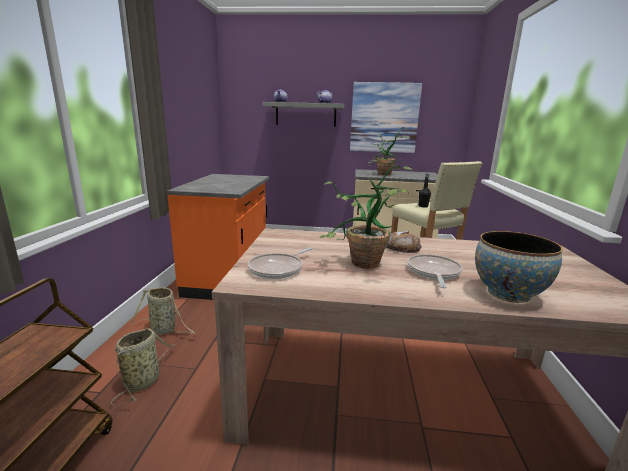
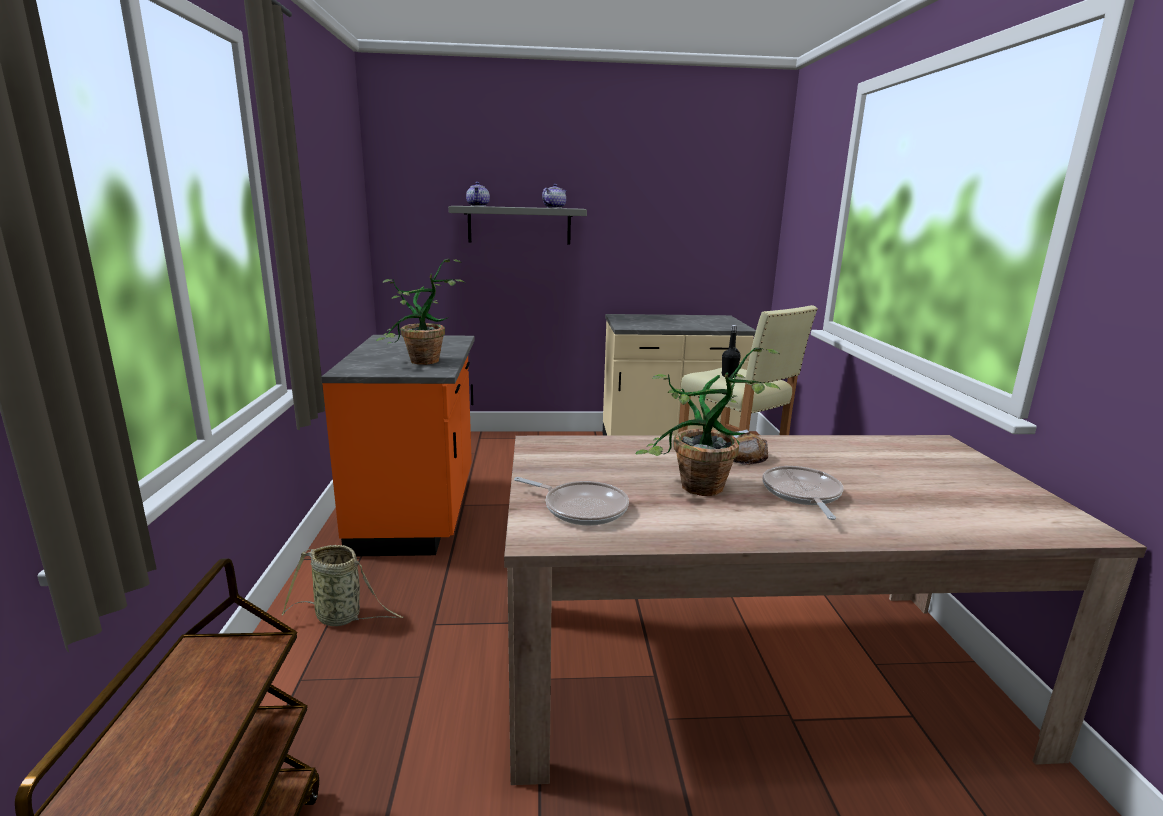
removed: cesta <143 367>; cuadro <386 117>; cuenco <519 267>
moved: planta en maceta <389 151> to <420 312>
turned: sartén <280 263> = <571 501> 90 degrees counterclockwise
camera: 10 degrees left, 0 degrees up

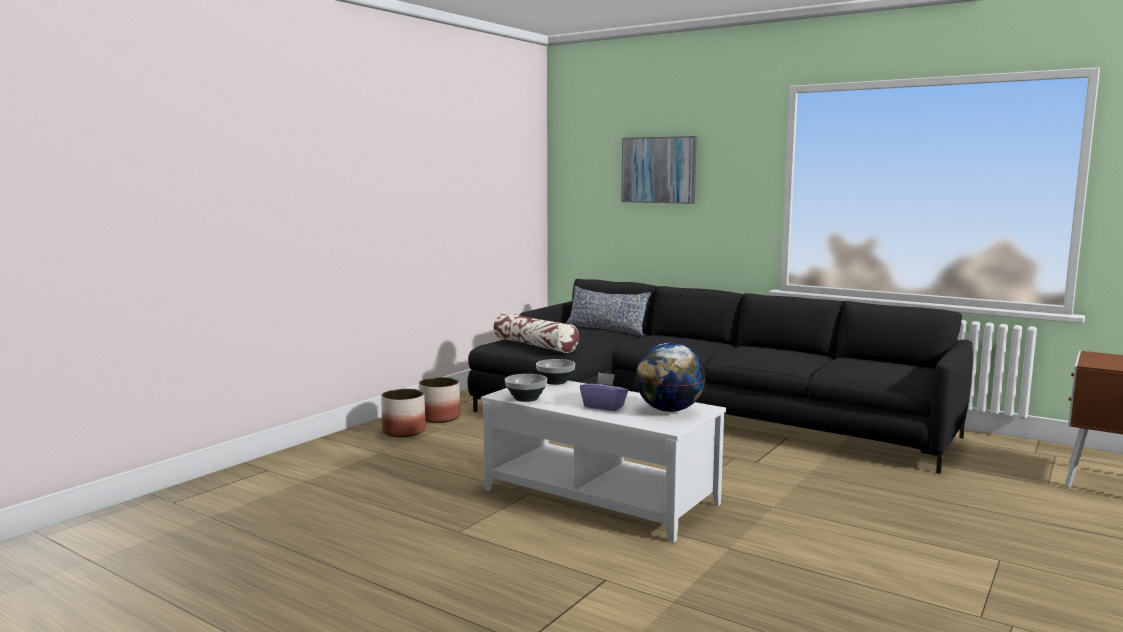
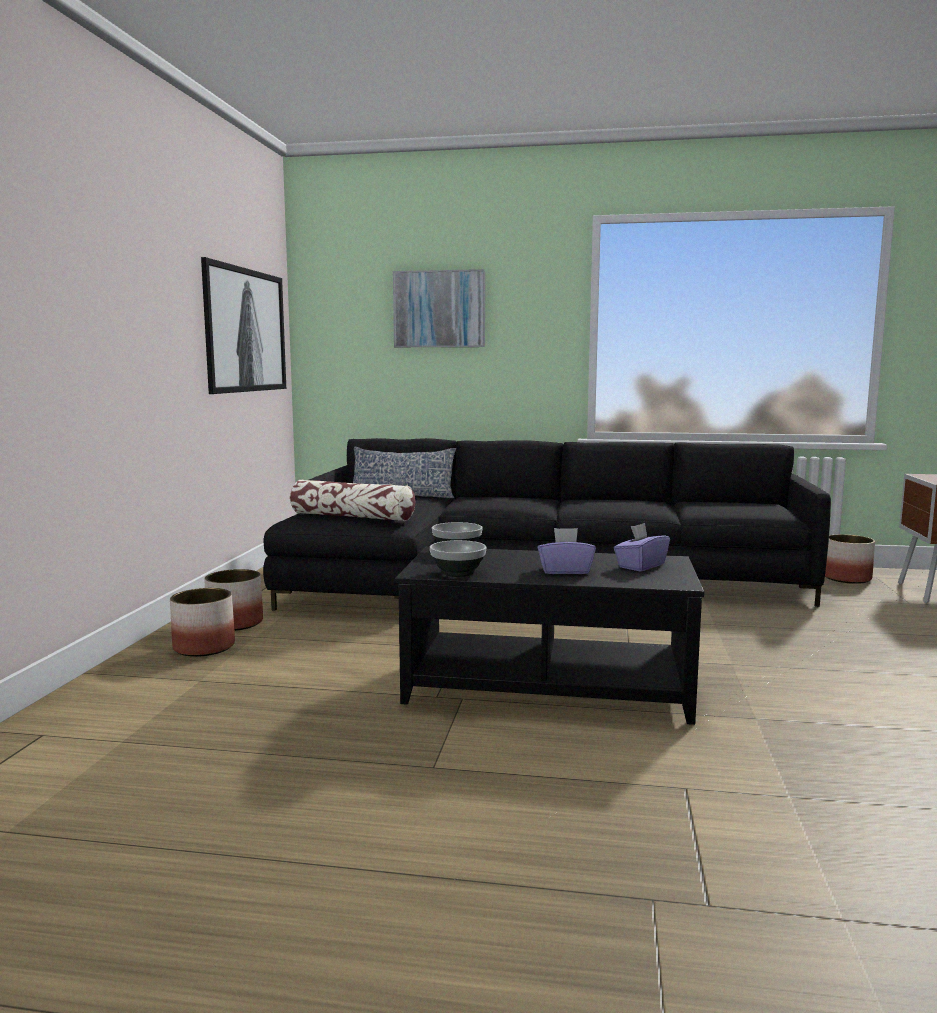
added: cuadro <243 325>; maceta <850 559>
replaced: globo terráqueo <670 377> to caja de pañuelos [morado] <642 547>
recoloured: mesa de centro [blanco] <603 461> to mesa de centro [negro] <549 636>
camera: 25 degrees left, 0 degrees up

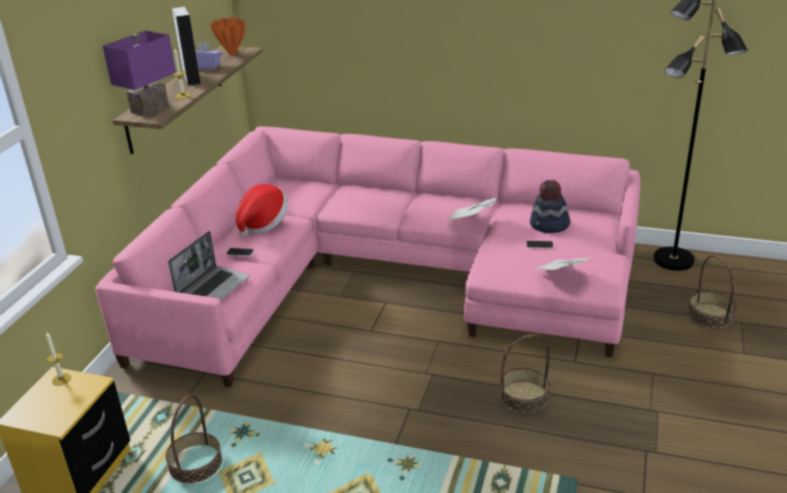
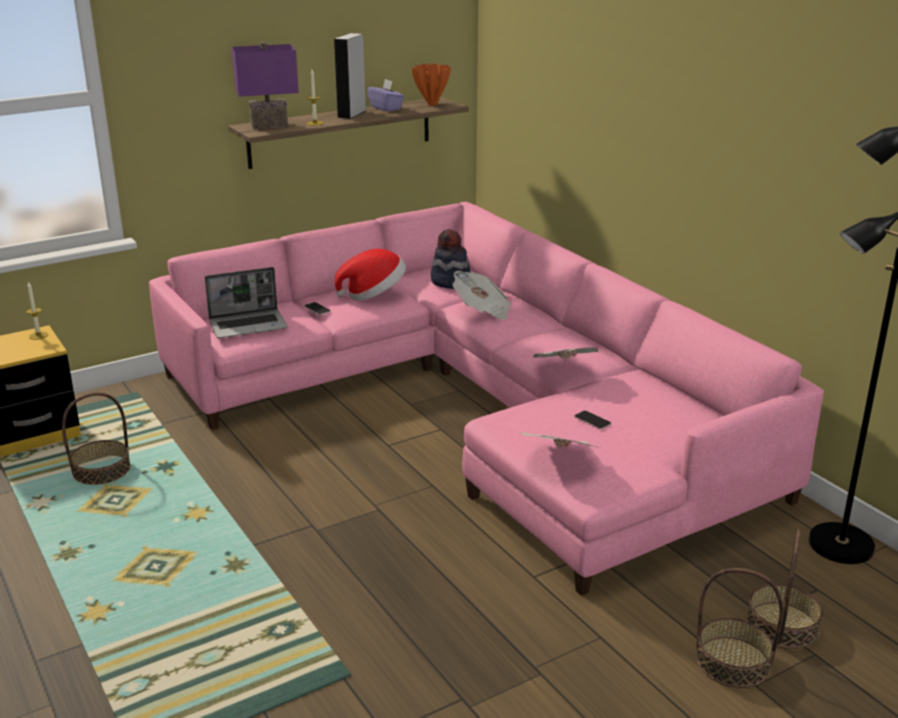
added: periódico <482 295>
moved: cesta <524 374> to <740 628>; sombrero <550 206> to <451 259>
camera: 40 degrees right, 5 degrees down

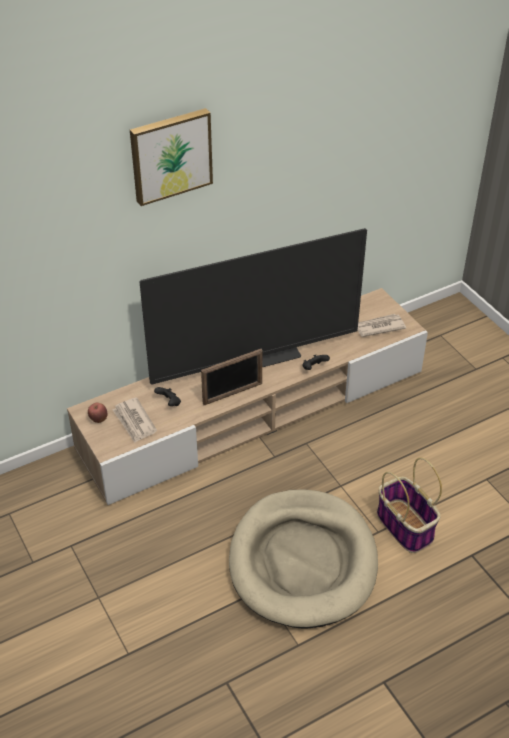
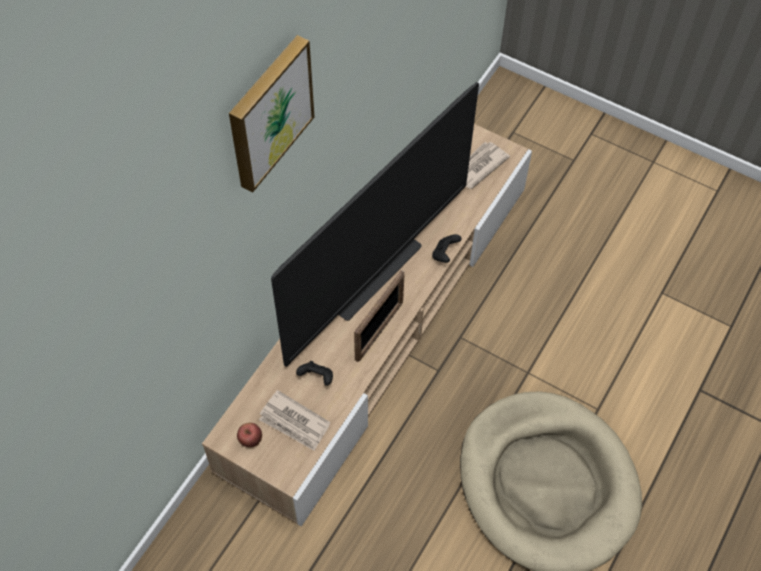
removed: cesta <409 505>
camera: 30 degrees left, 15 degrees up

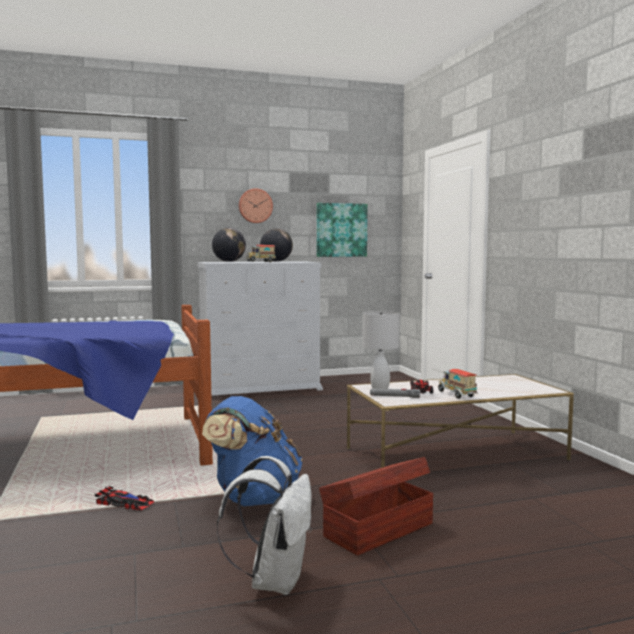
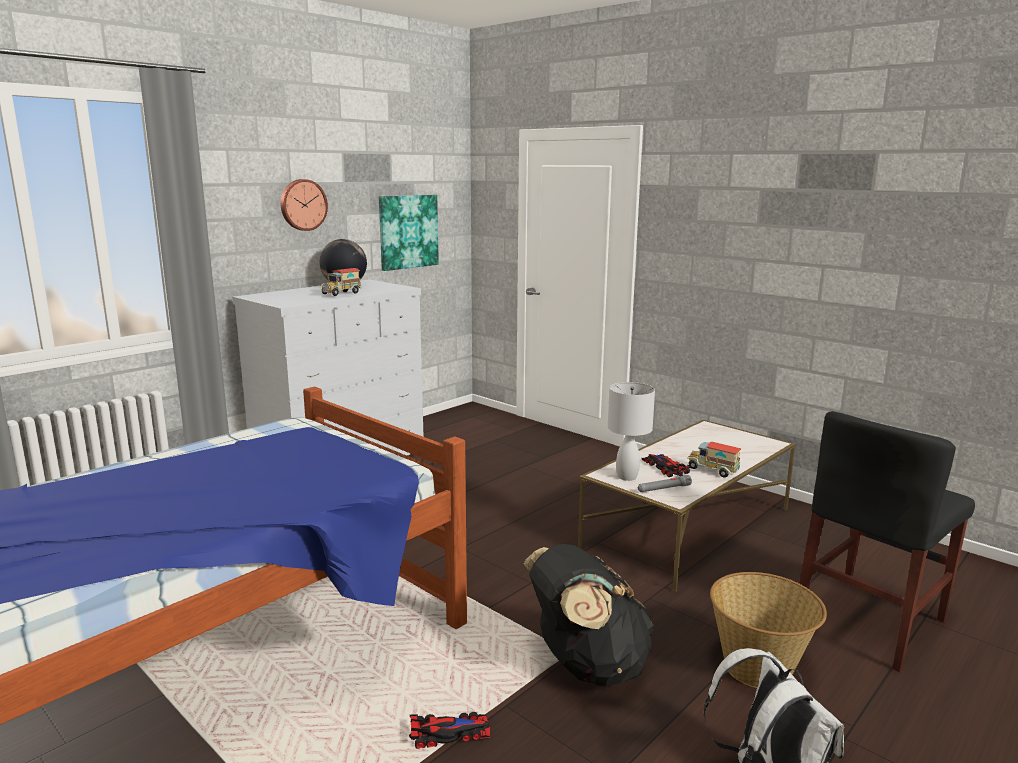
removed: globo terráqueo <229 245>
added: silla [negro] <887 541>
replaced: caja de almacenaje [marrón] <376 506> to cesta <768 630>
recoloured: mochila [azul] <252 451> to mochila [negro] <589 615>
camera: 30 degrees left, 10 degrees up

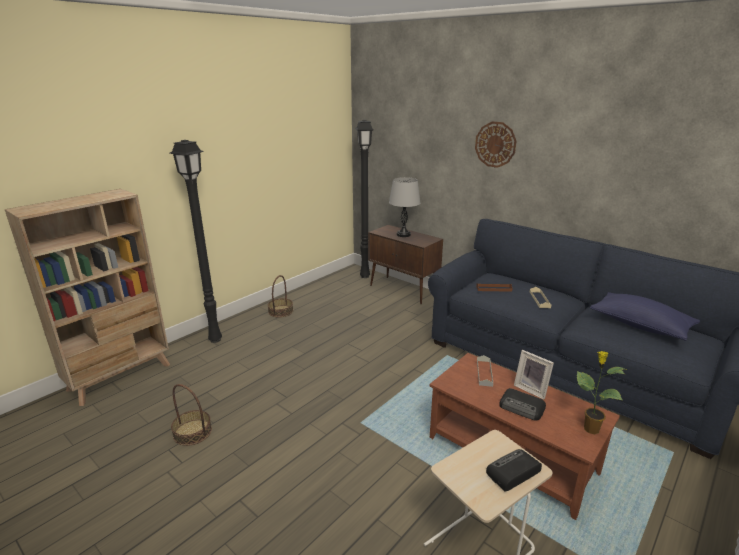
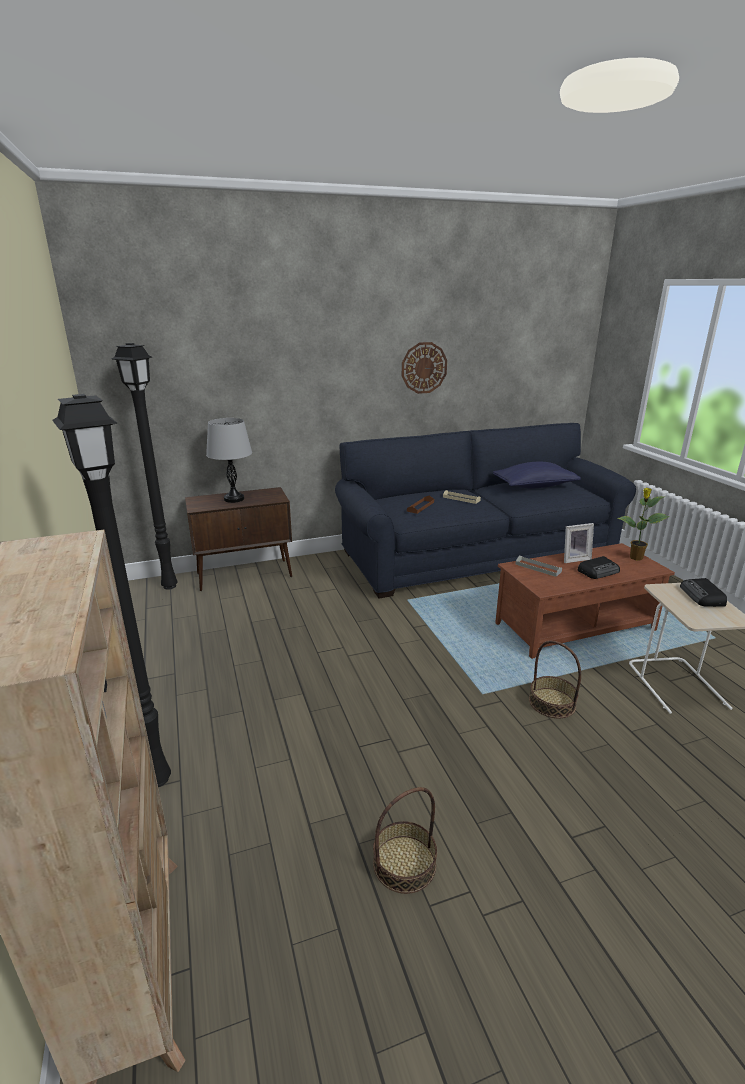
moved: cesta <280 296> to <555 679>; reloj de pared <496 144> to <424 368>
camera: 60 degrees left, 0 degrees up

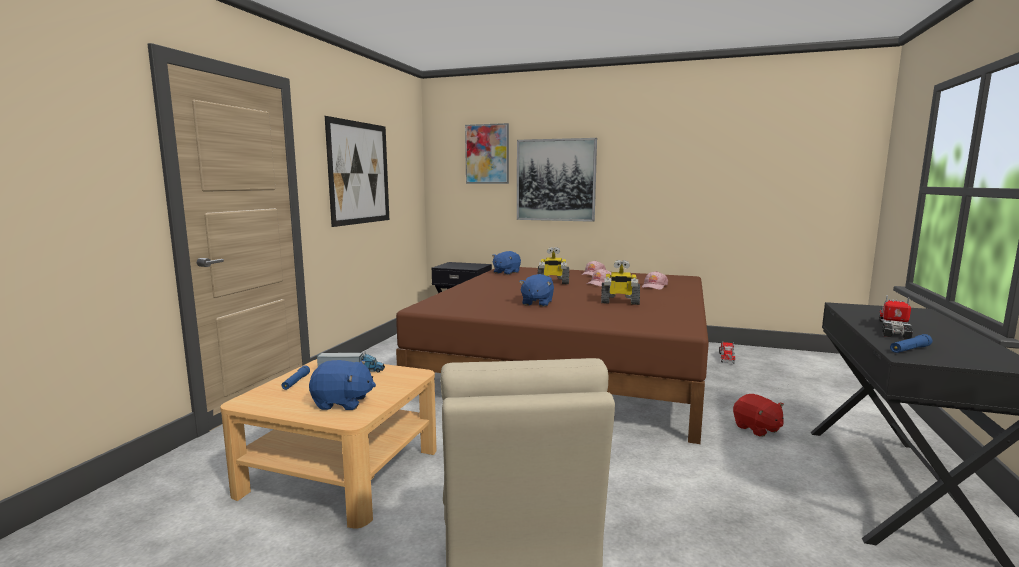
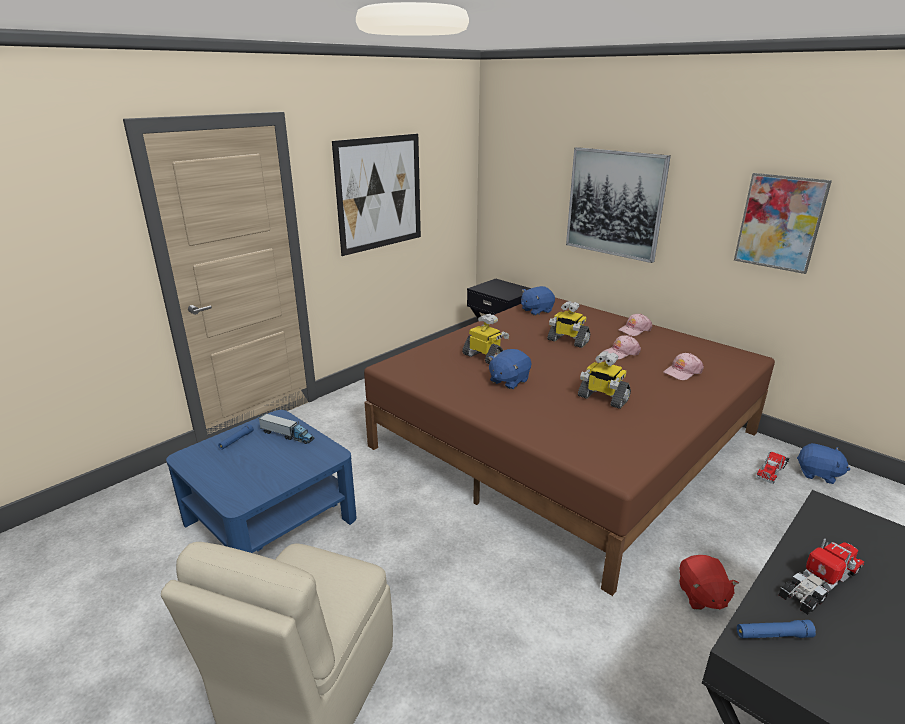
added: robot de juguete <485 339>
moved: peluche [azul] <342 385> to <823 463>; cuadro <487 153> to <783 223>
recoloured: mesa de centro [beis] <328 443> to mesa de centro [azul] <261 481>
camera: 25 degrees right, 15 degrees up

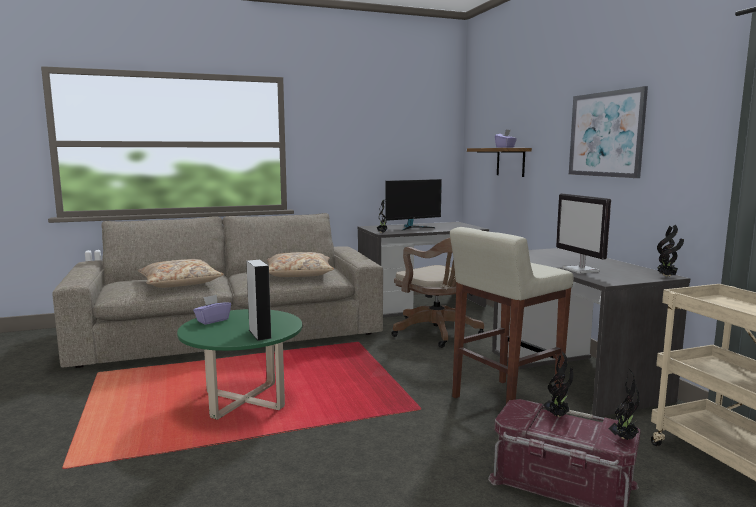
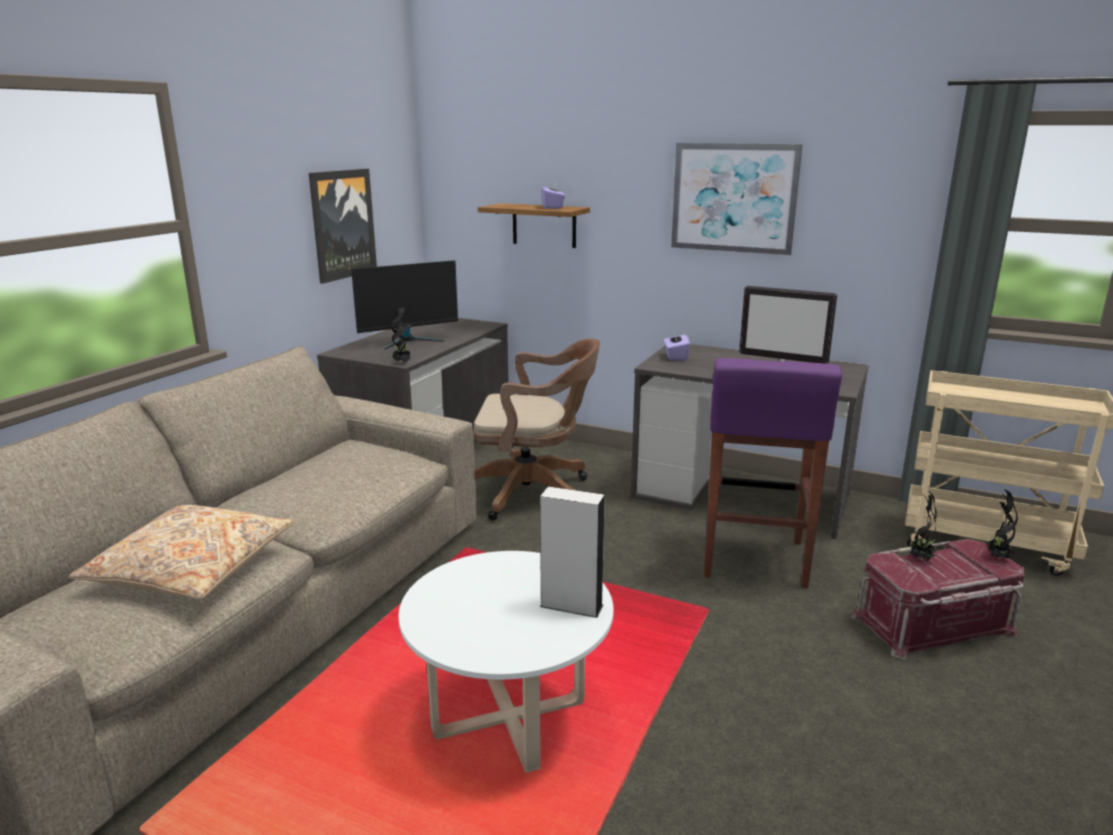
removed: cojín [beis] <300 264>; planta en maceta <670 251>
added: cuadro <343 226>
moved: caja de pañuelos [morado] <212 310> to <677 345>
recoloured: mesa de centro [verde] <239 364> to mesa de centro [blanco] <506 662>; taburete [beis] <511 315> to taburete [morado] <773 473>
turned: monitor <413 205> = <404 304> 45 degrees clockwise
camera: 45 degrees left, 10 degrees up

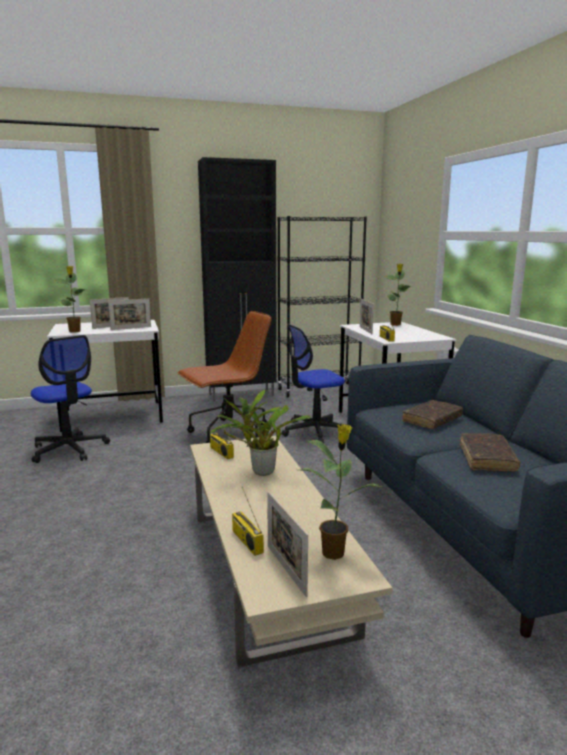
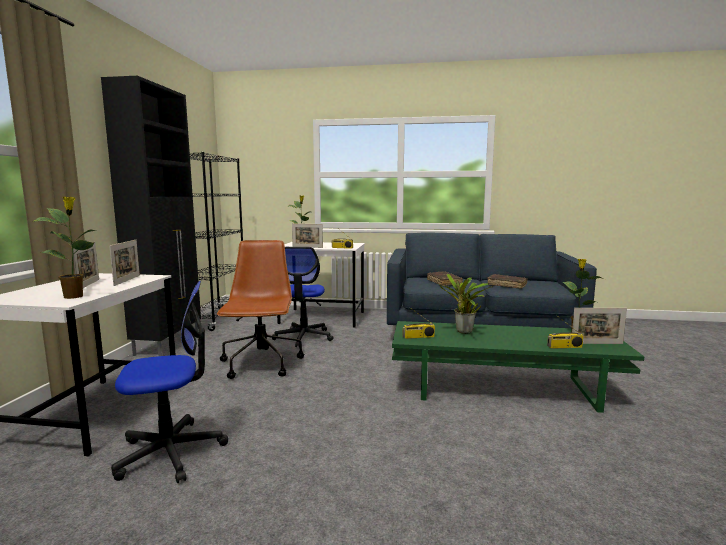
recoloured: mesa de centro [beis] <291 551> to mesa de centro [verde] <518 367>
camera: 65 degrees left, 5 degrees down

